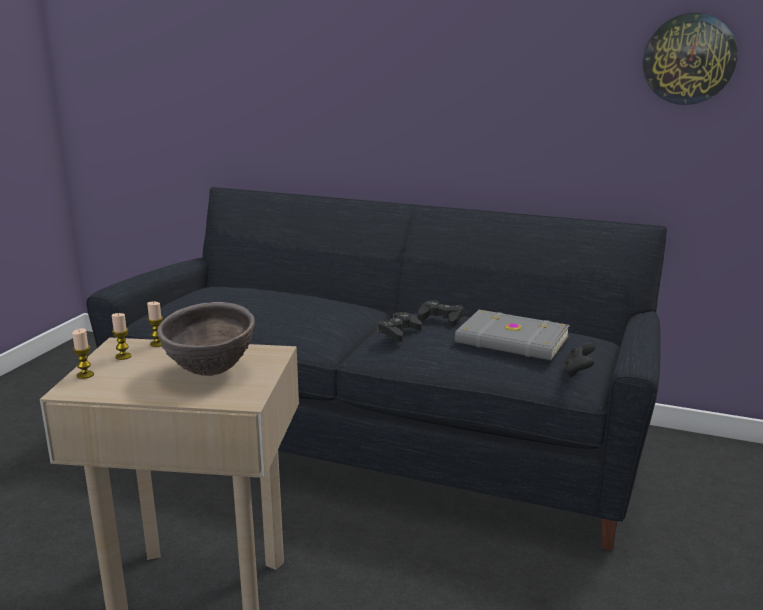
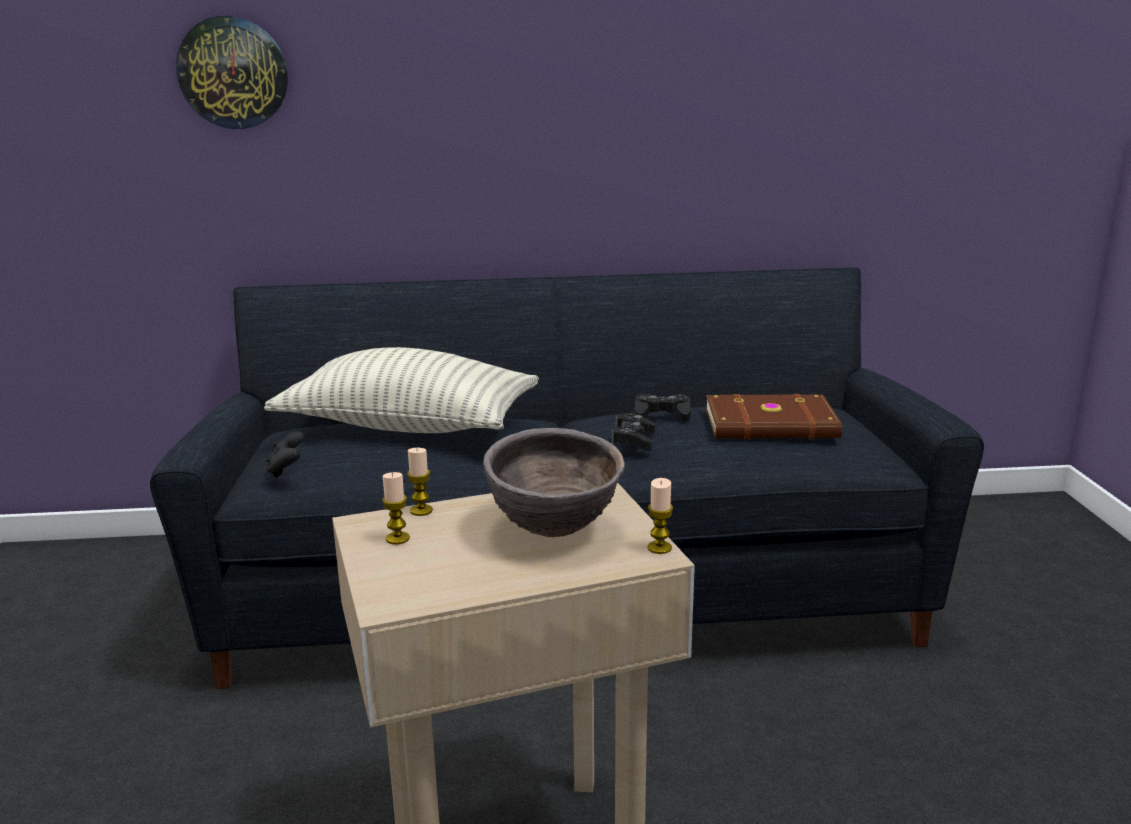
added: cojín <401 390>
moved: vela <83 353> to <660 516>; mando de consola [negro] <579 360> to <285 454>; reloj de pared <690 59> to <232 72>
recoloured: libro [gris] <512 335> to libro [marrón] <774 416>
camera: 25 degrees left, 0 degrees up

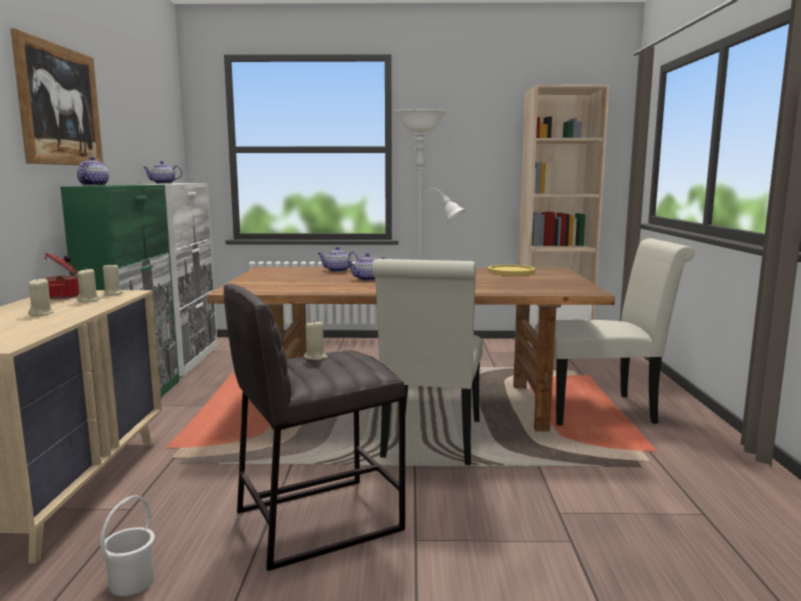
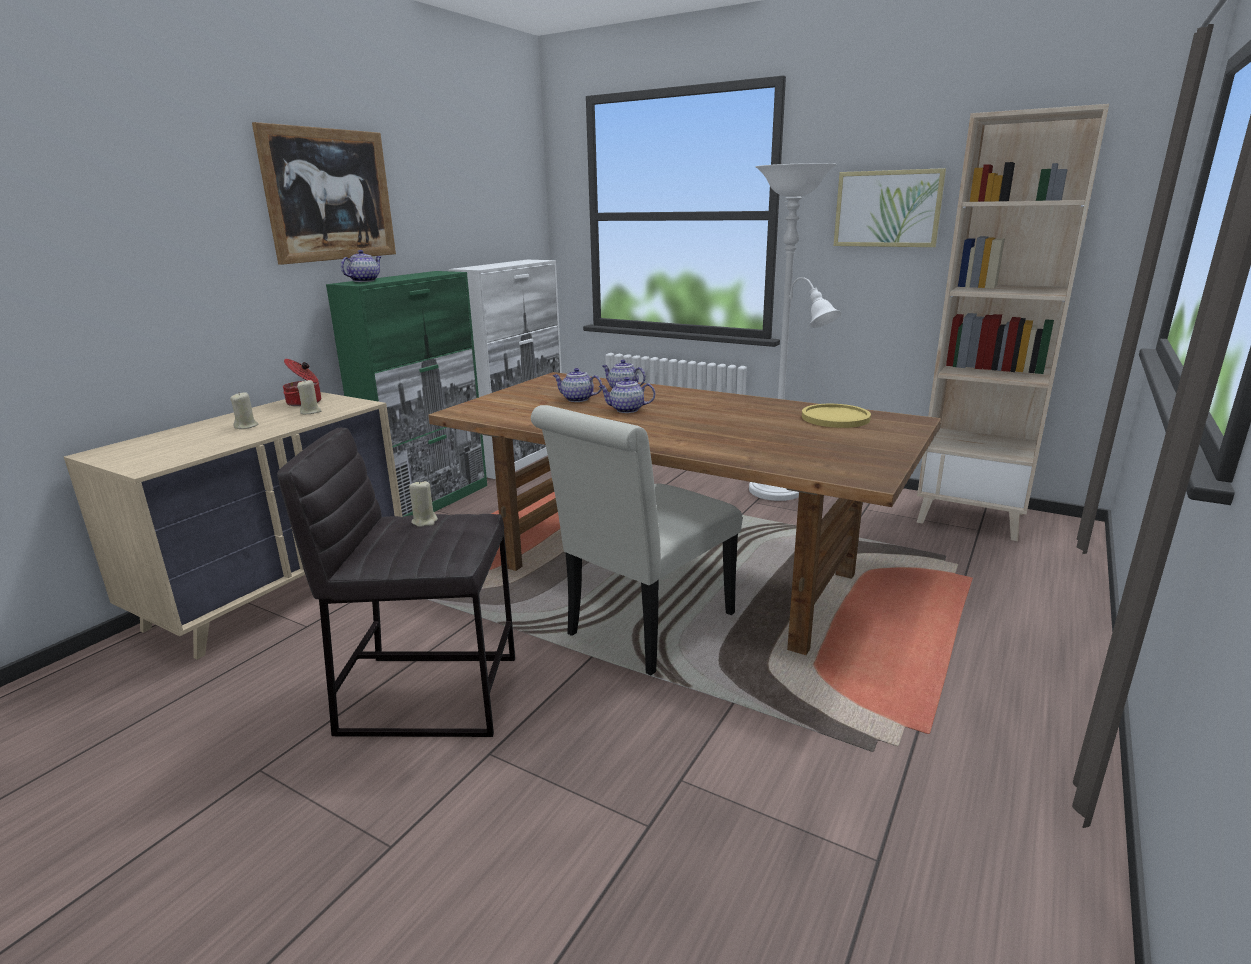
removed: cubo [blanco] <127 546>; vela [beis] <113 279>; silla [blanco] <615 331>
added: cuadro <889 207>
moved: tetera <162 172> to <577 385>
camera: 30 degrees right, 10 degrees up

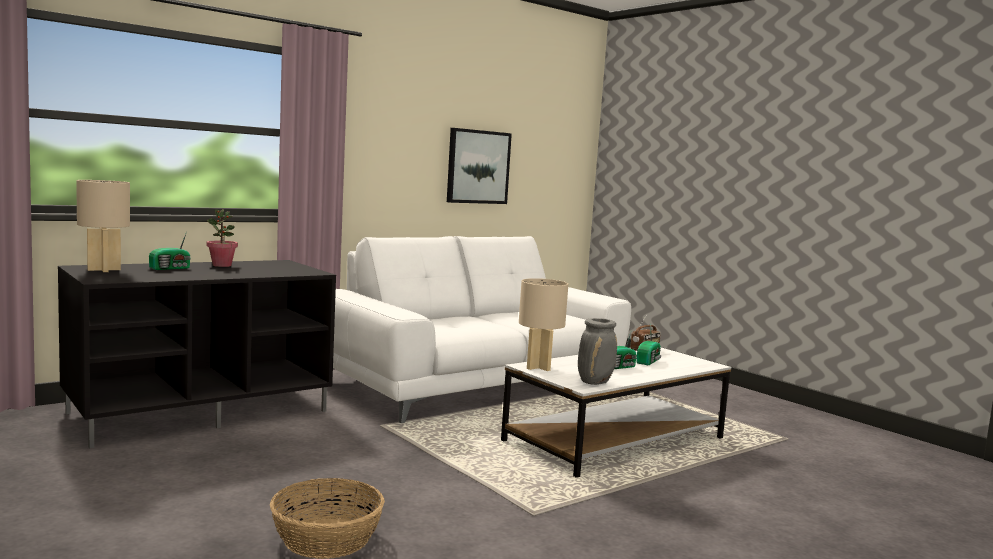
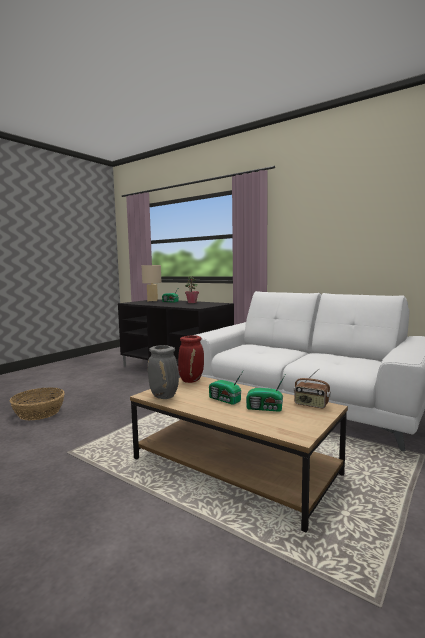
removed: cuadro <479 166>
replaced: lámpara de mesa [beis] <543 324> to florero [rojo] <191 359>
recoloured: mesa de centro [blanco] <616 412> to mesa de centro [marrón] <239 454>
camera: 75 degrees right, 0 degrees up

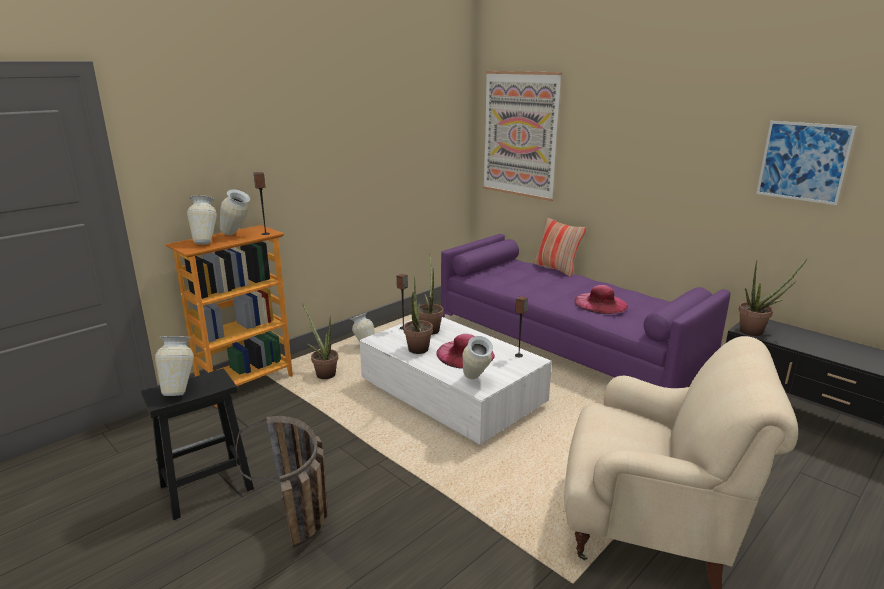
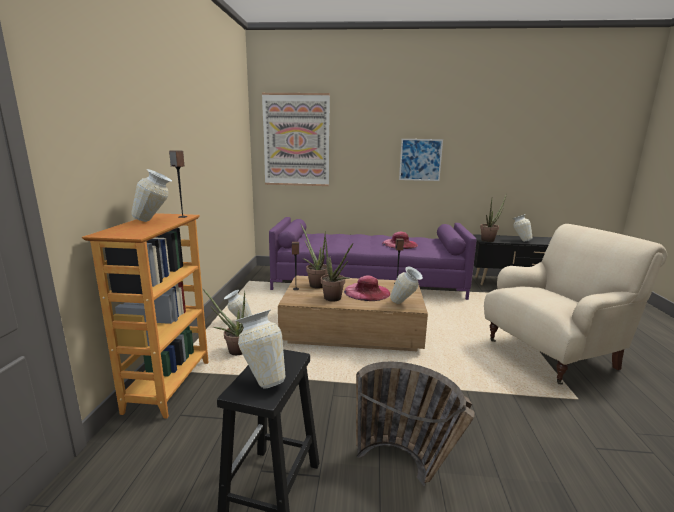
removed: cojín <559 247>
moved: florero <202 219> to <523 228>; cuadro <806 163> to <421 160>
recoloured: mesa de centro [blanco] <456 381> to mesa de centro [marrón] <353 313>
camera: 40 degrees left, 5 degrees down

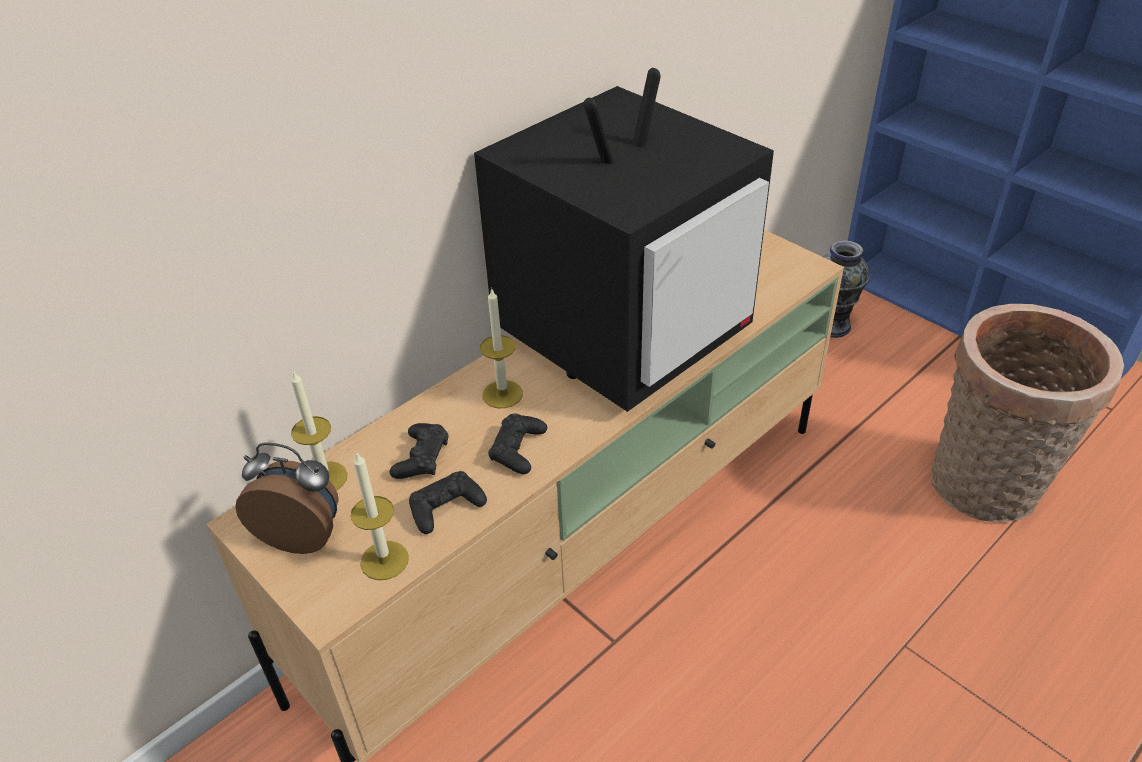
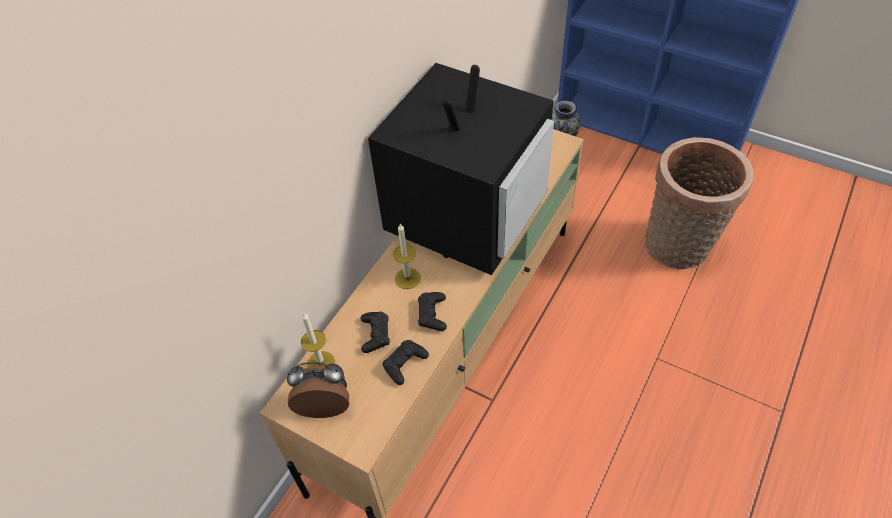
removed: vela <379 516>
camera: 15 degrees left, 10 degrees up

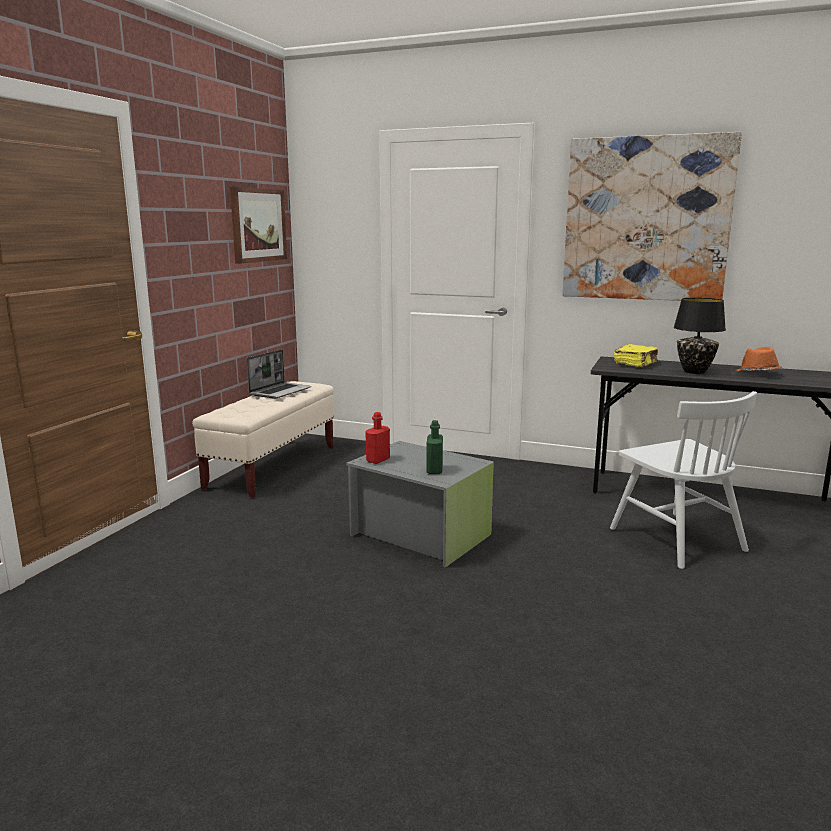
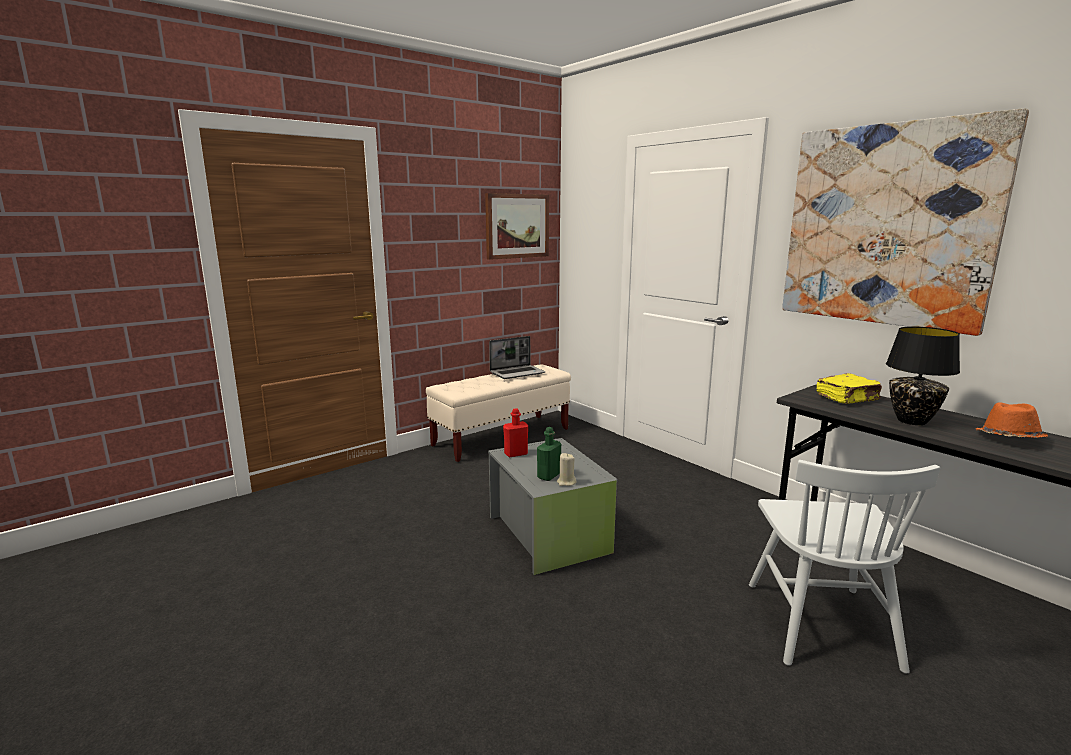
added: vela [beis] <566 469>
camera: 30 degrees right, 0 degrees up

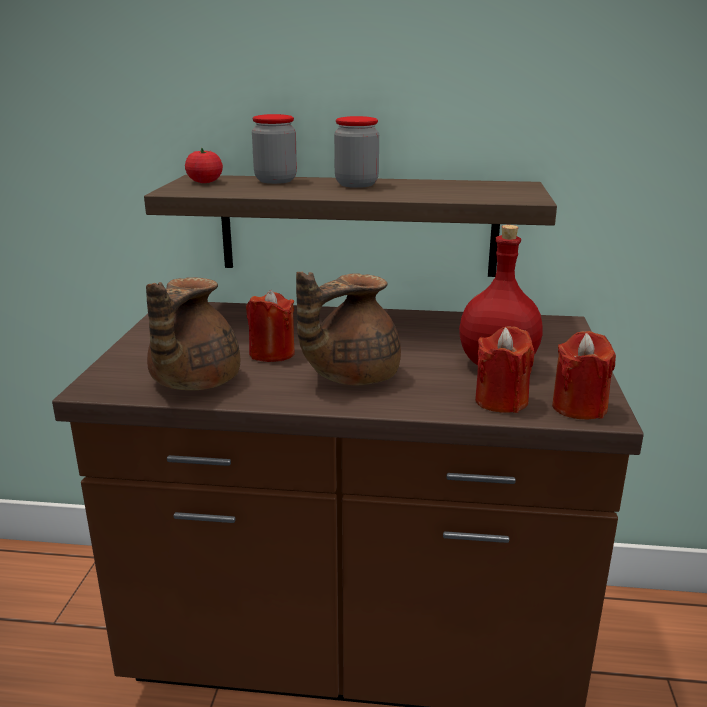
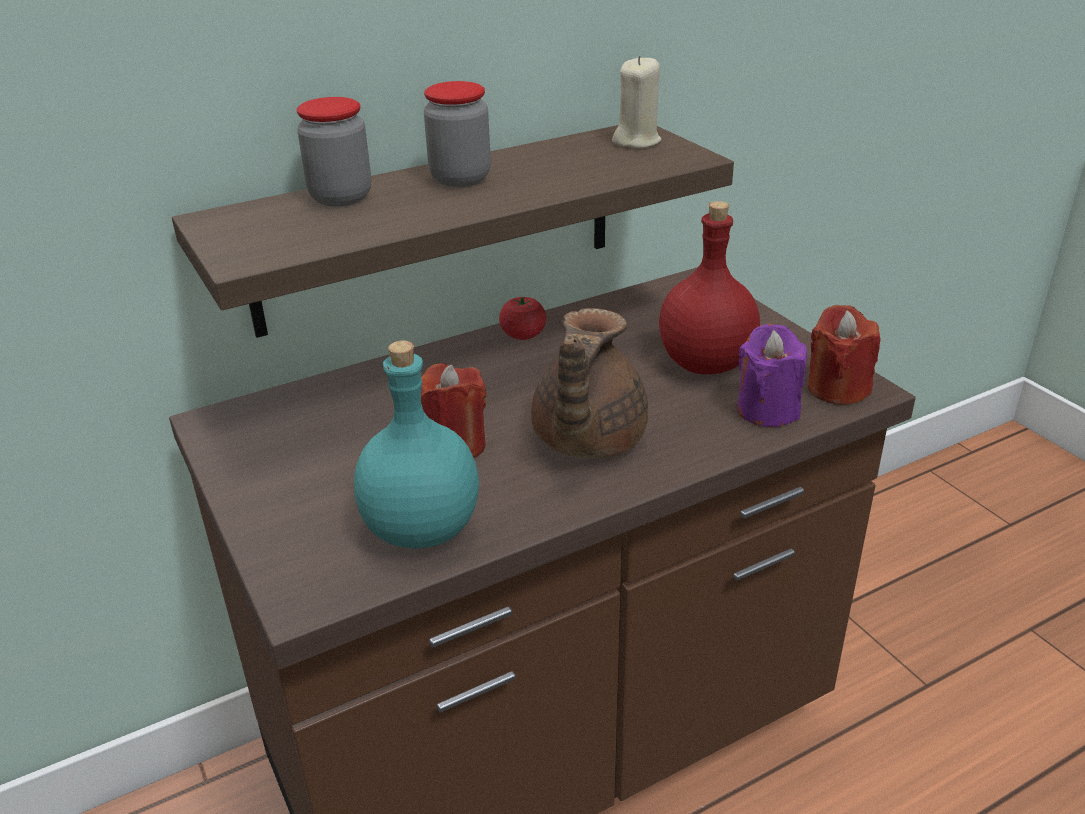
added: vela [beis] <637 102>
moved: tomate <204 165> to <522 318>
replaced: tetera [marrón] <193 333> to botella [turquesa] <416 444>
recoloured: vela [rojo] <504 369> to vela [morado] <772 375>
camera: 35 degrees left, 10 degrees up

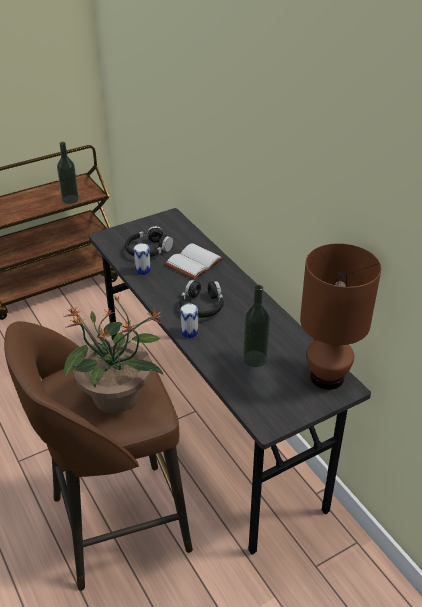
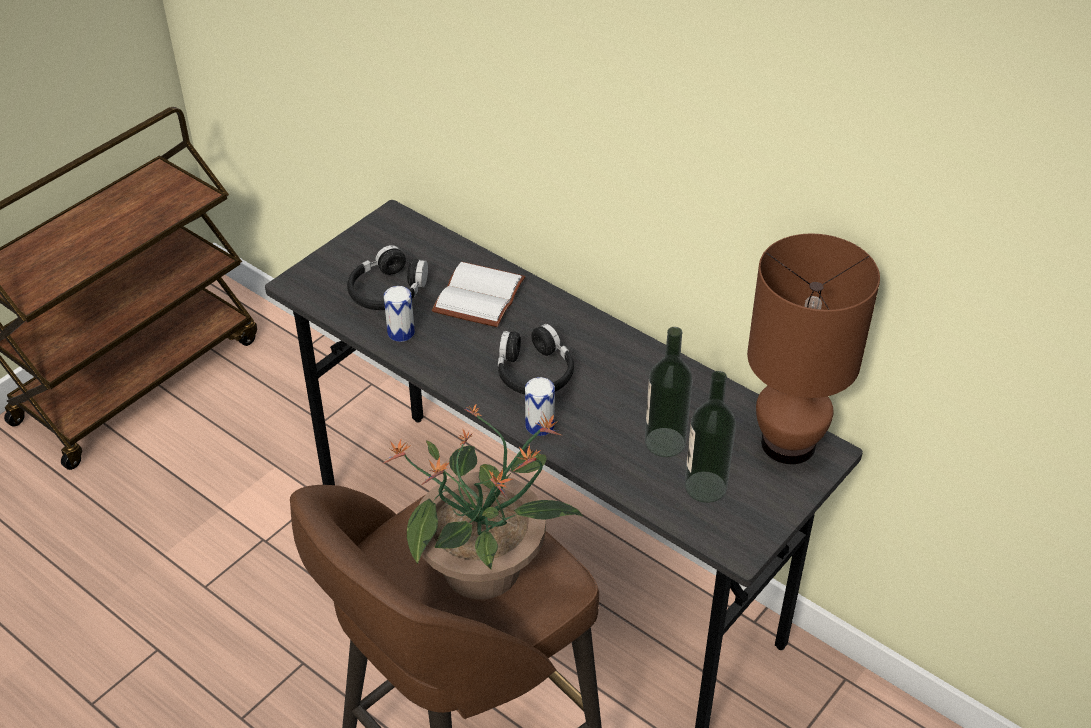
moved: botella <68 173> to <710 437>
camera: 20 degrees left, 5 degrees up

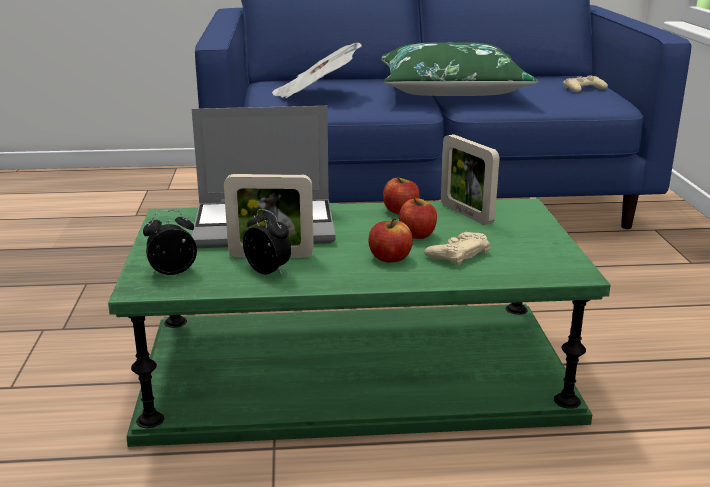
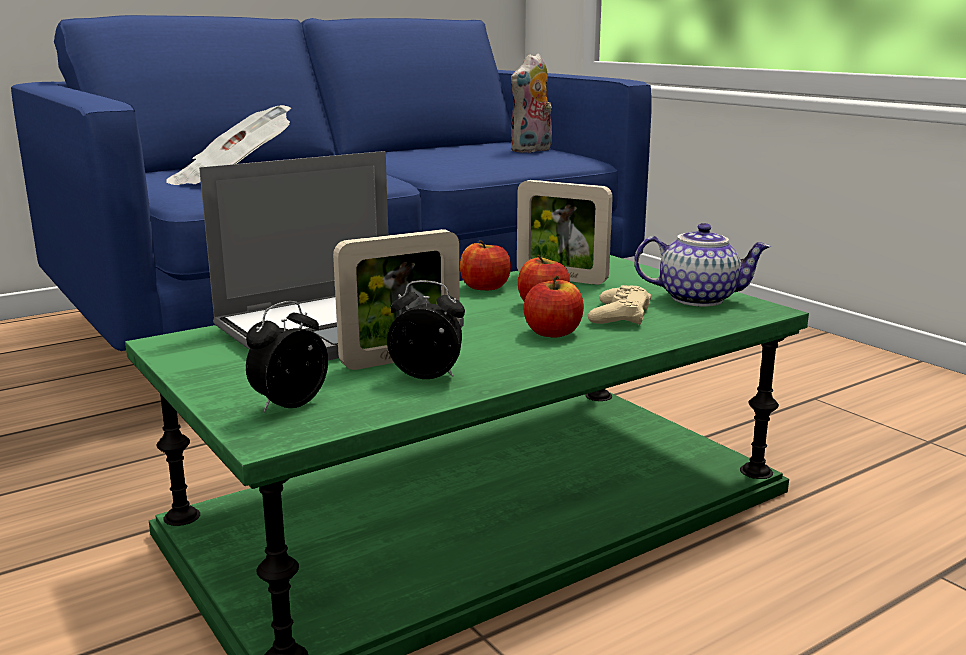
removed: cojín [verde] <459 69>
added: tetera <702 265>
replaced: mando de consola [beis] <585 83> to peluche <531 103>
camera: 30 degrees left, 5 degrees down

